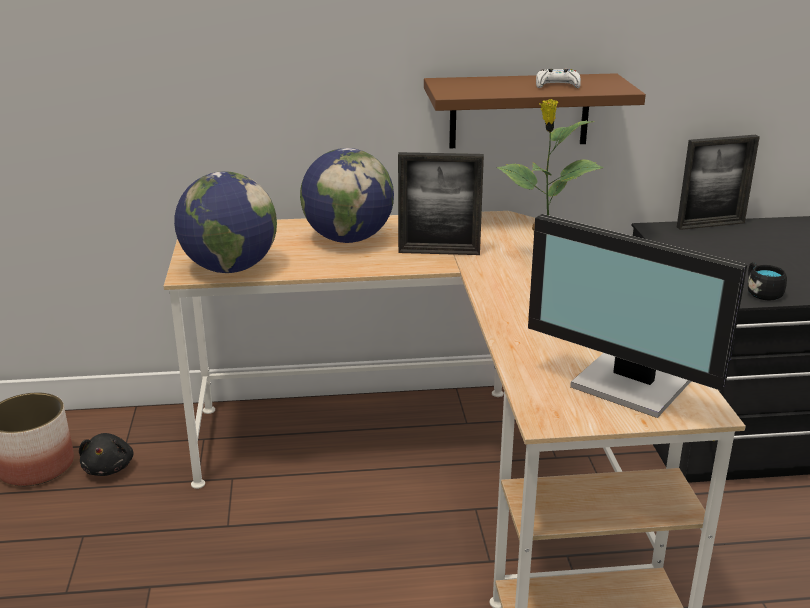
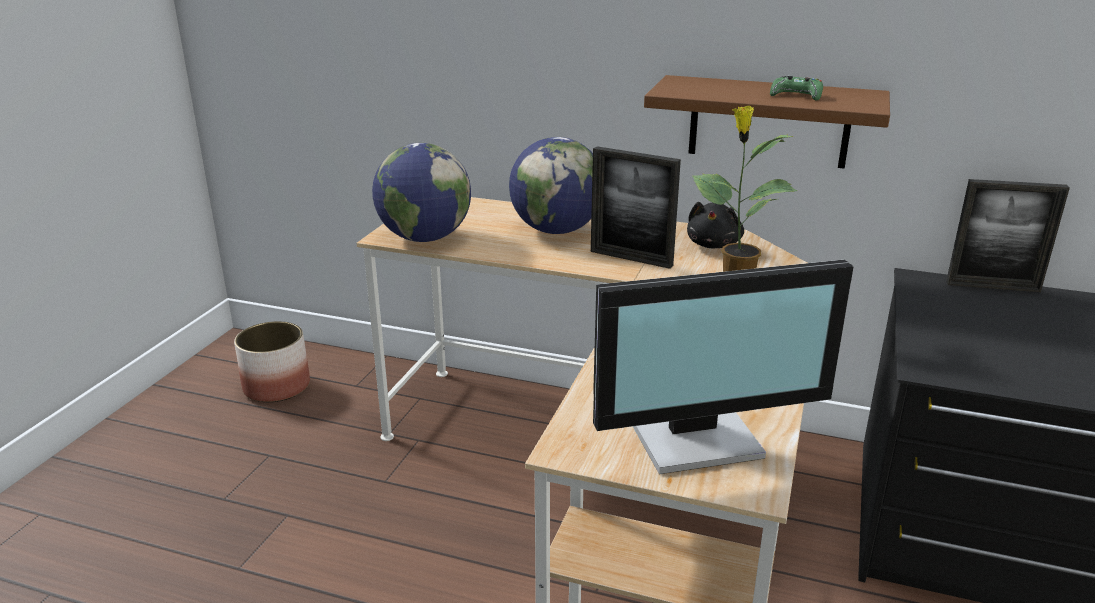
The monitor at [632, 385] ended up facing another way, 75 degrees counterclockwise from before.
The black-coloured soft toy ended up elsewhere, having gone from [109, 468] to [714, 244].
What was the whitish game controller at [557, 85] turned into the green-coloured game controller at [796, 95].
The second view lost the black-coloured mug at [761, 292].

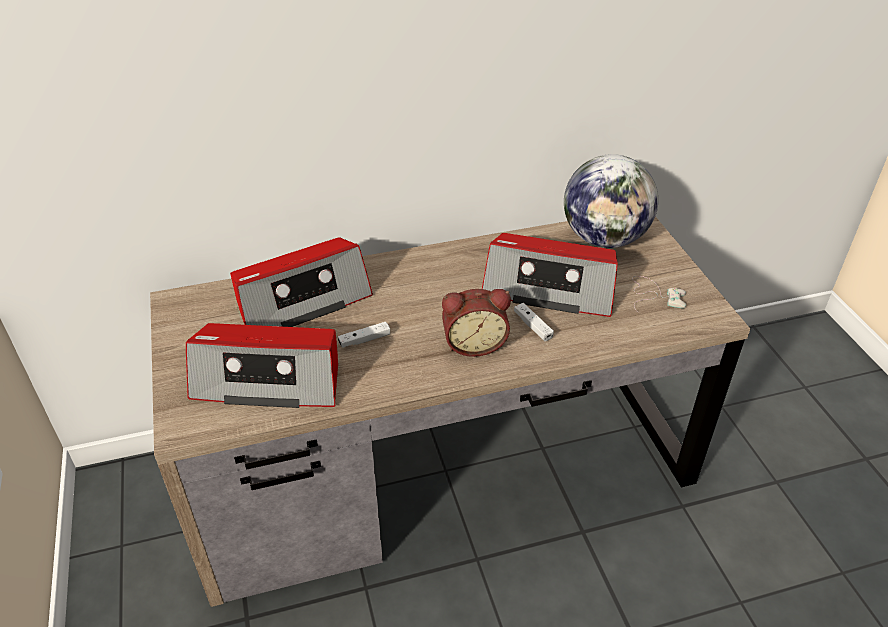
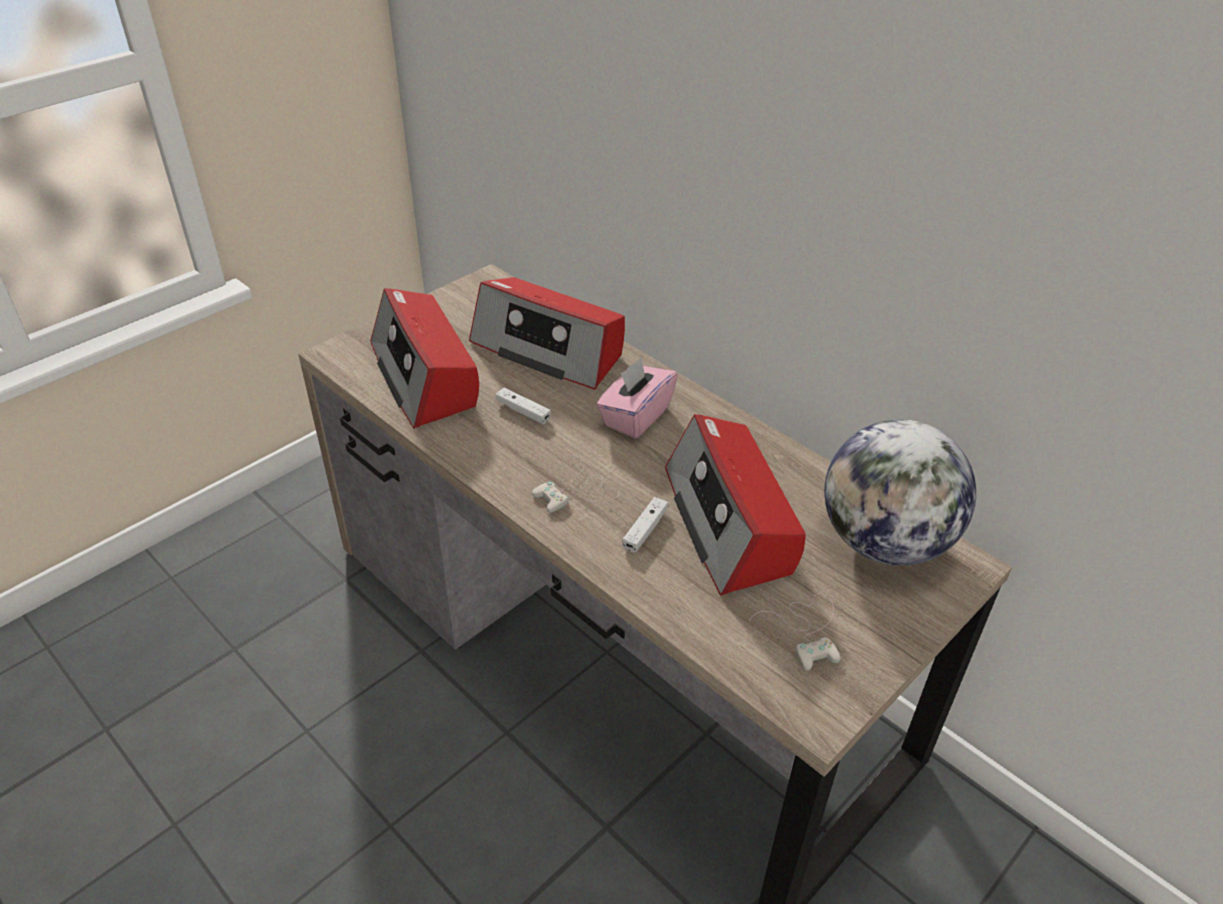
Where the bedside clock stood at [474, 343], the whitish game controller came to stand at [577, 491].
The second view gained the pink box of tissues at [635, 416].

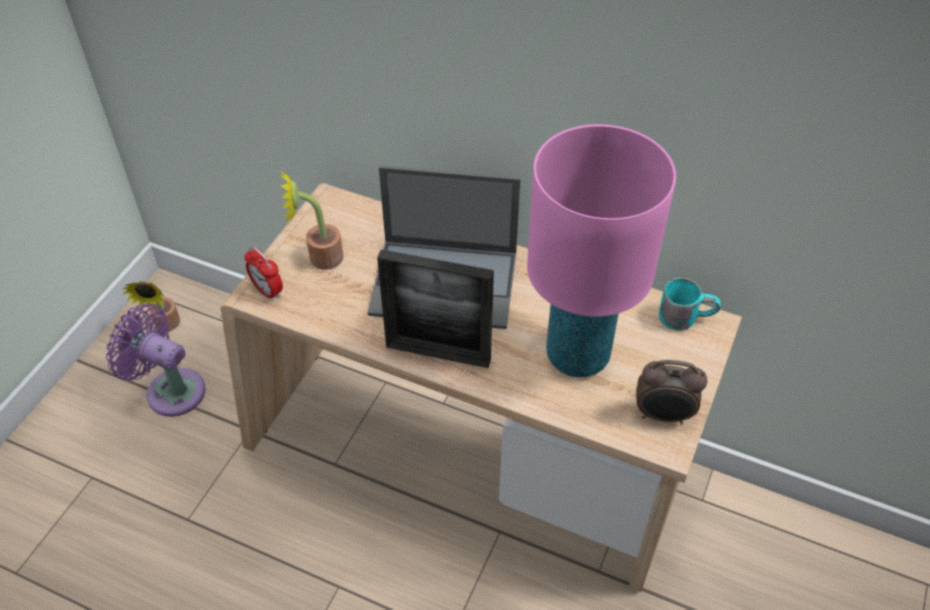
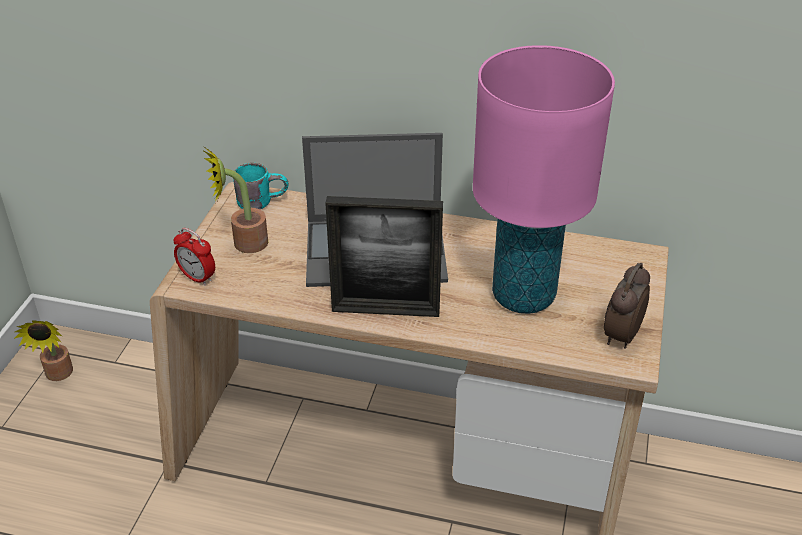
The turquoise mug ended up elsewhere, having gone from [684, 316] to [261, 200].
The bedside clock at [663, 415] ended up facing another way, 120 degrees clockwise from before.
The second view lost the purple cooling fan at [170, 389].

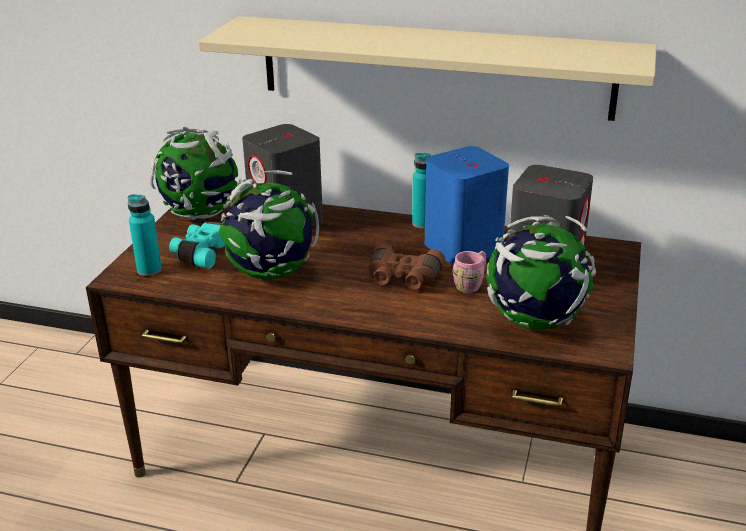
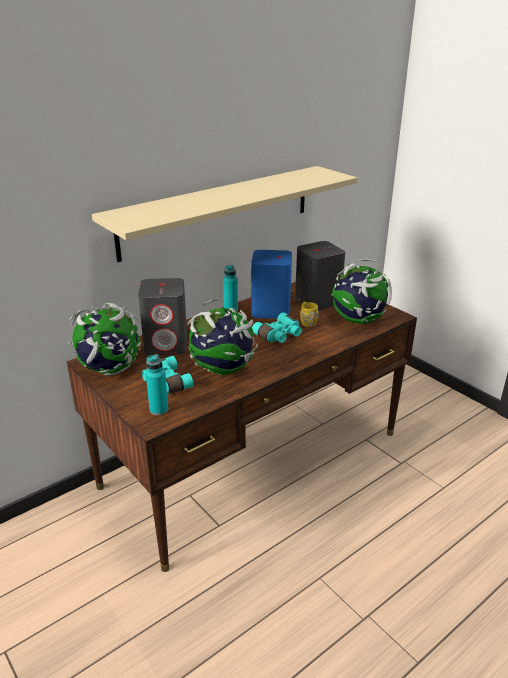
What was the brownish binoculars at [403, 278] turned into the turquoise binoculars at [279, 335].
What was the pink mug at [471, 284] turned into the yellowish mug at [307, 321].

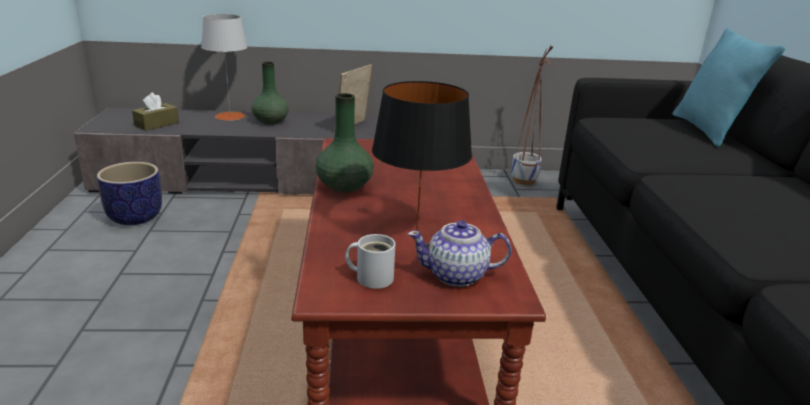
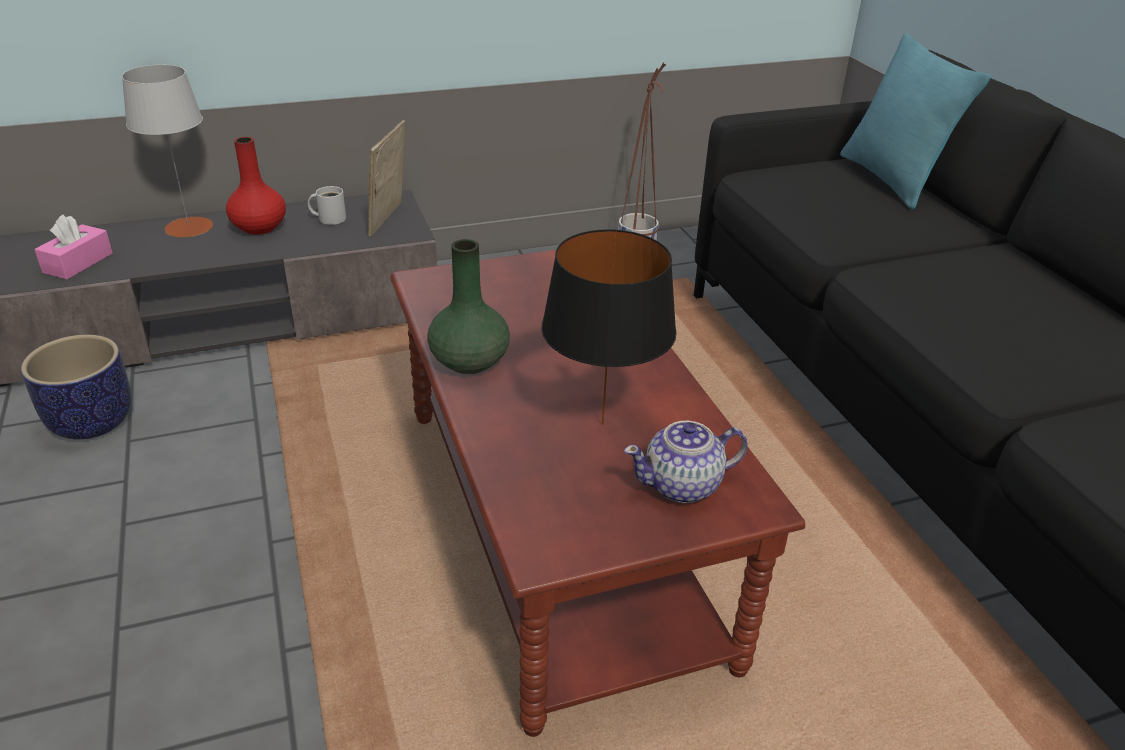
What was the brownish box of tissues at [157, 124] turned into the pink box of tissues at [78, 263].
What was the green-coloured decorative vase at [271, 121] turned into the red-coloured decorative vase at [260, 227].
The whitish mug ended up elsewhere, having gone from [372, 277] to [330, 218].

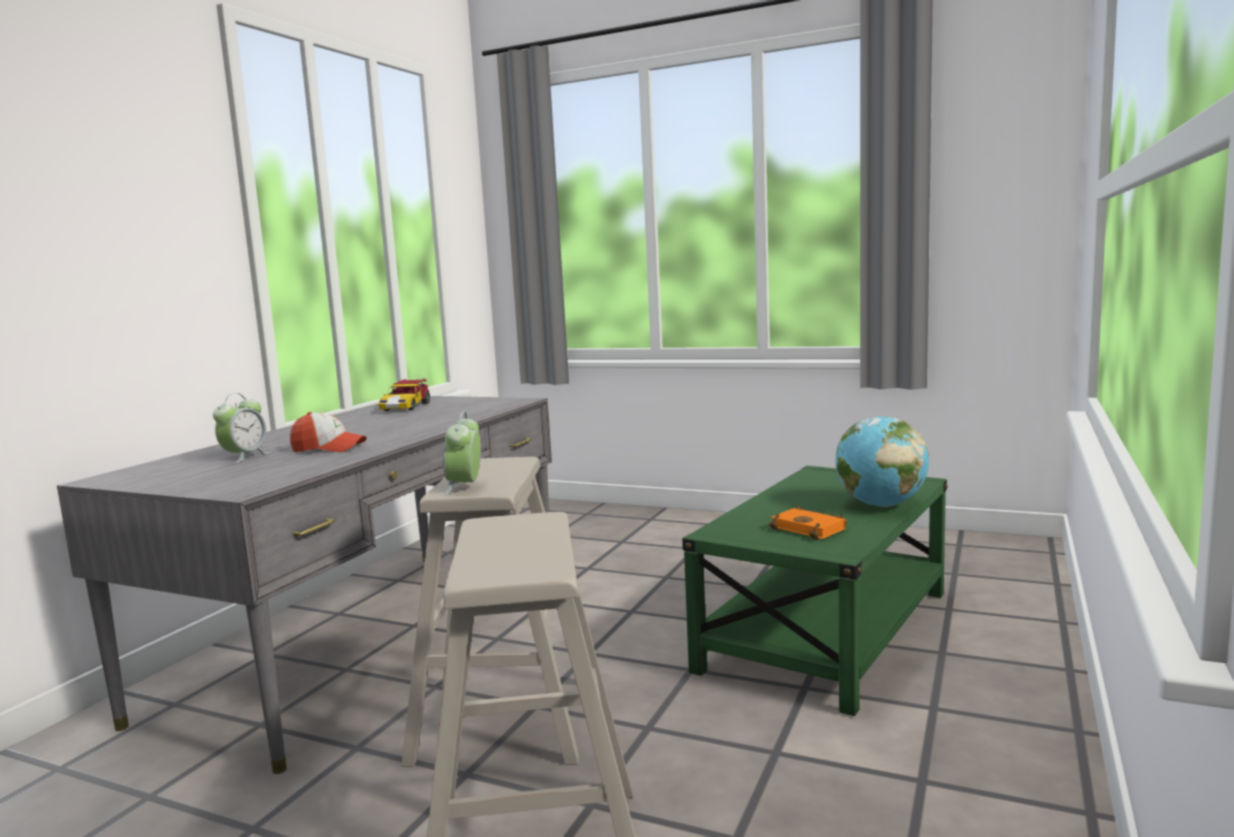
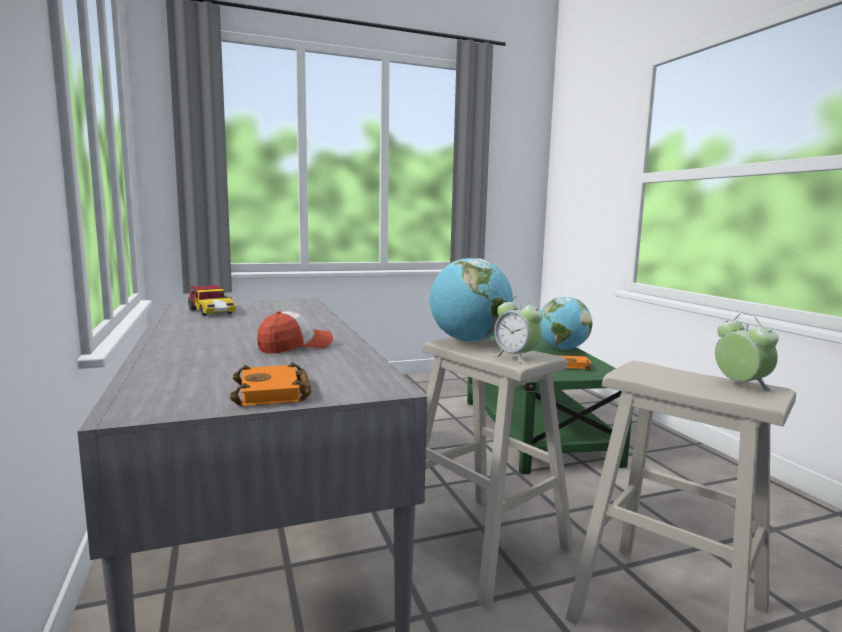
The second view gained the orangey bound book at [274, 393].
The second view gained the globe at [469, 341].
The bedside clock ended up elsewhere, having gone from [244, 457] to [741, 385].

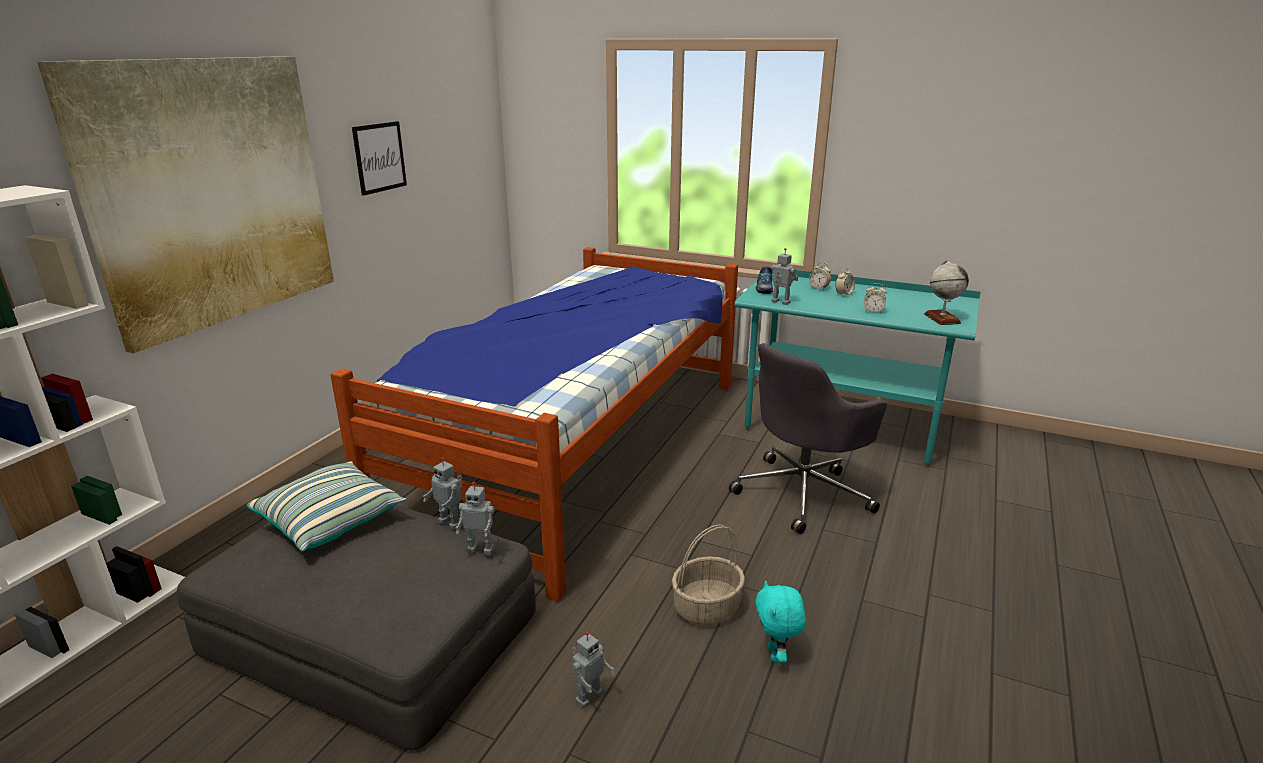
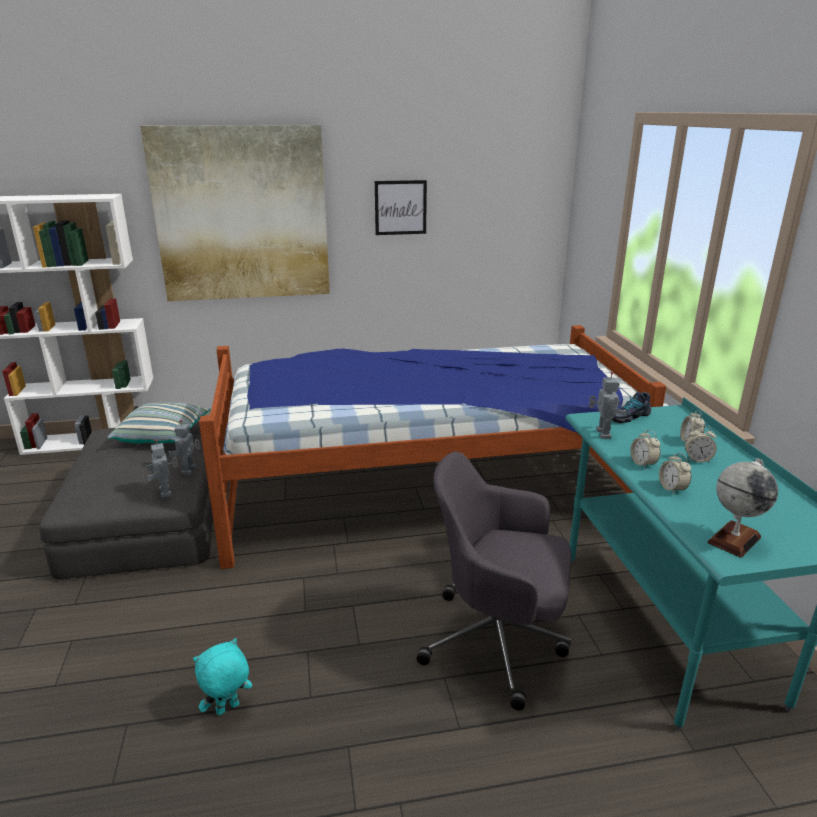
The second view gained the bedside clock at [643, 463].
The second view lost the robot figure at [588, 696].
The second view lost the basket at [706, 607].

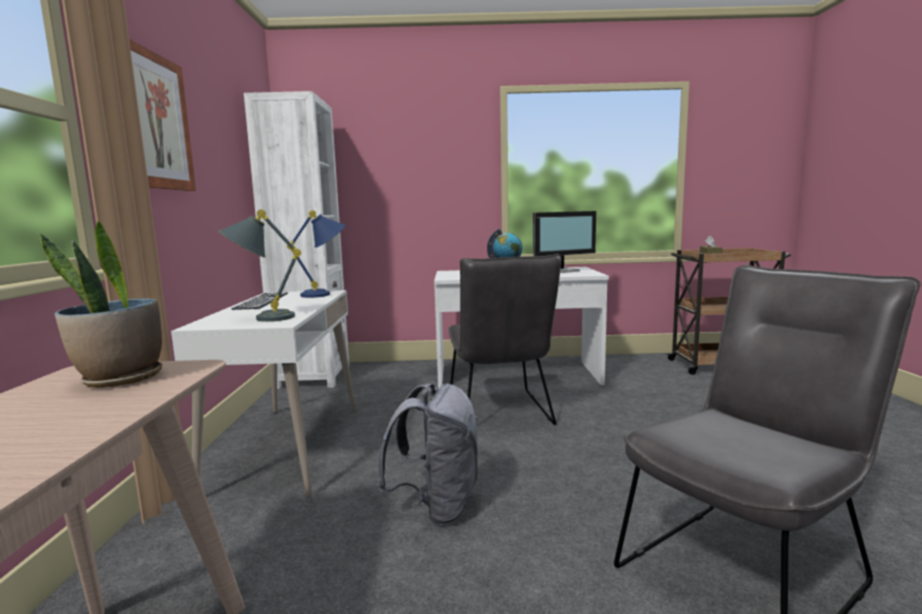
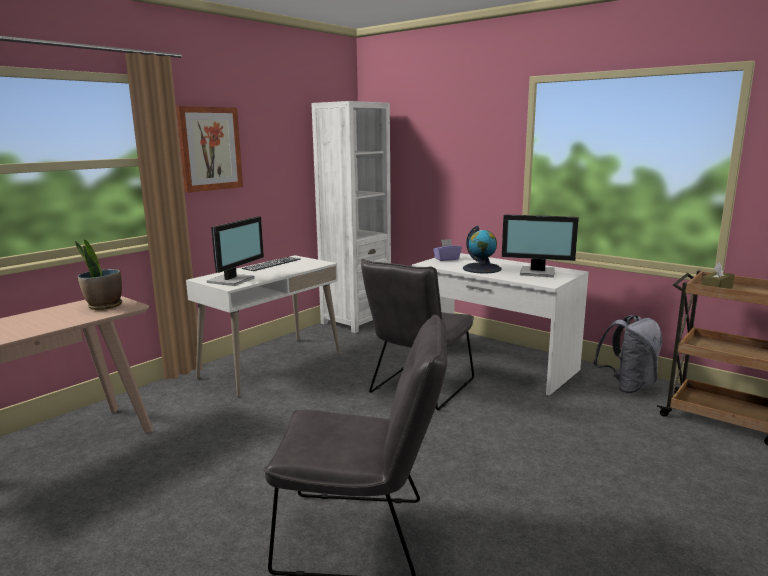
Where the greyish lamp for a table stood at [260, 319], the monitor came to stand at [233, 280].
The second view gained the purple box of tissues at [446, 259].
The greyish backpack ended up elsewhere, having gone from [437, 506] to [627, 386].
The second view lost the blue-coloured lamp for a table at [326, 294].

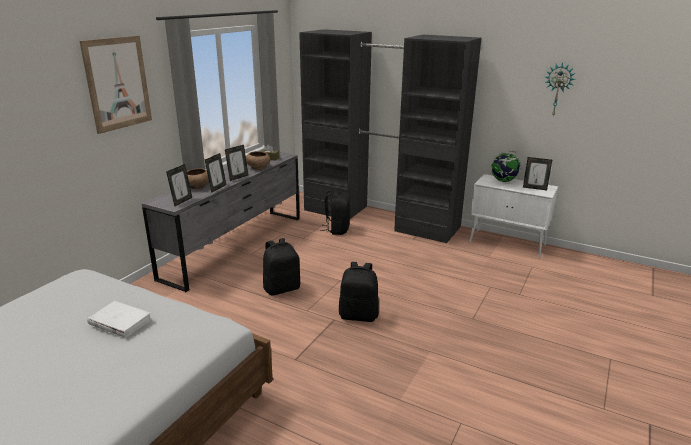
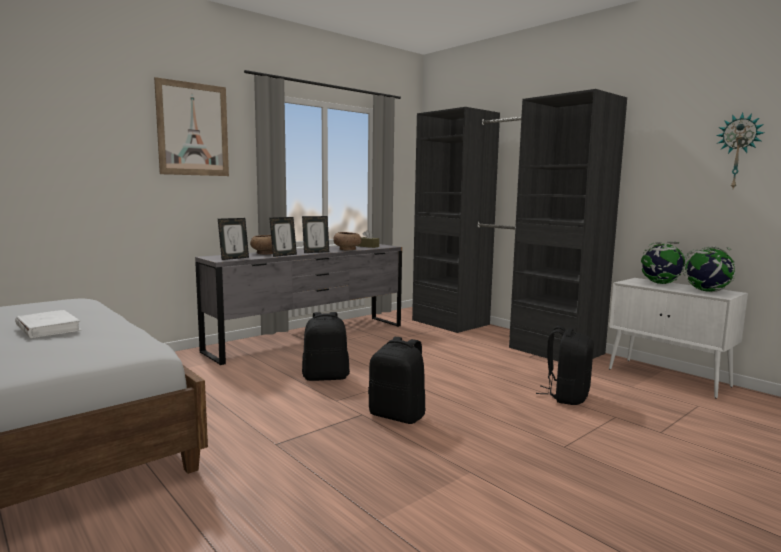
The black-coloured backpack ended up elsewhere, having gone from [337, 229] to [566, 396].
Where the photo frame stood at [534, 188], the globe came to stand at [706, 291].

